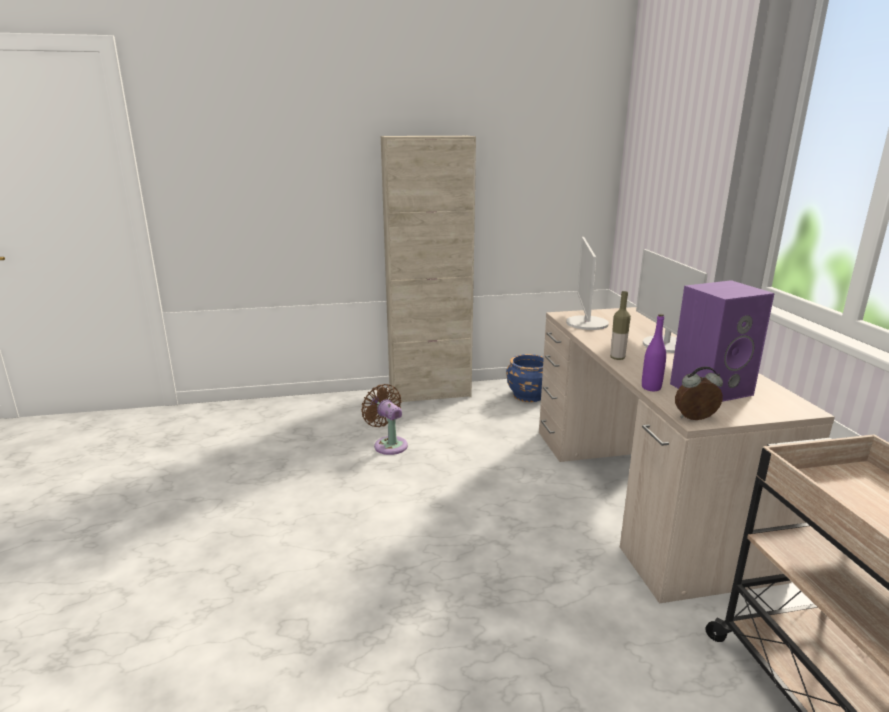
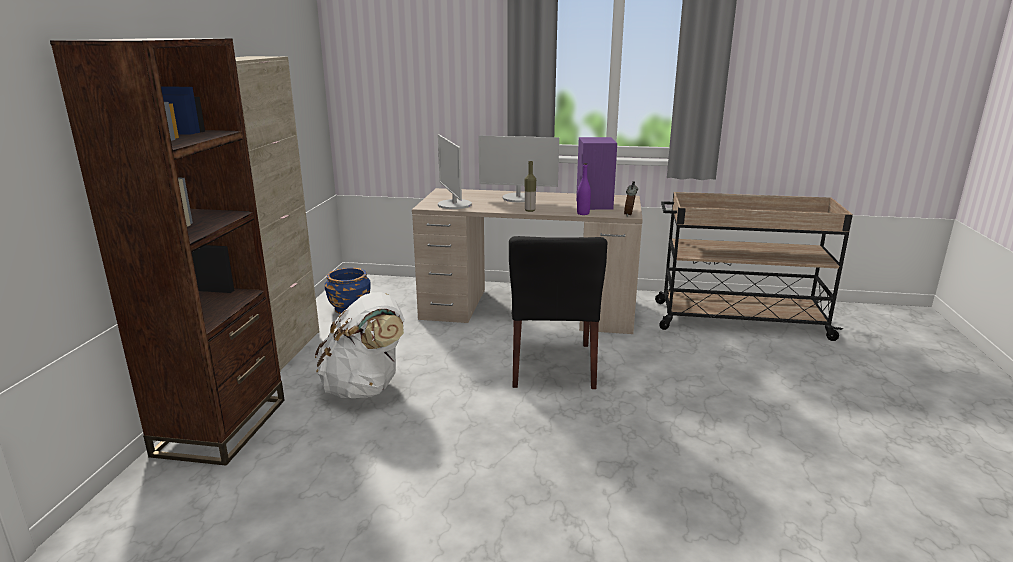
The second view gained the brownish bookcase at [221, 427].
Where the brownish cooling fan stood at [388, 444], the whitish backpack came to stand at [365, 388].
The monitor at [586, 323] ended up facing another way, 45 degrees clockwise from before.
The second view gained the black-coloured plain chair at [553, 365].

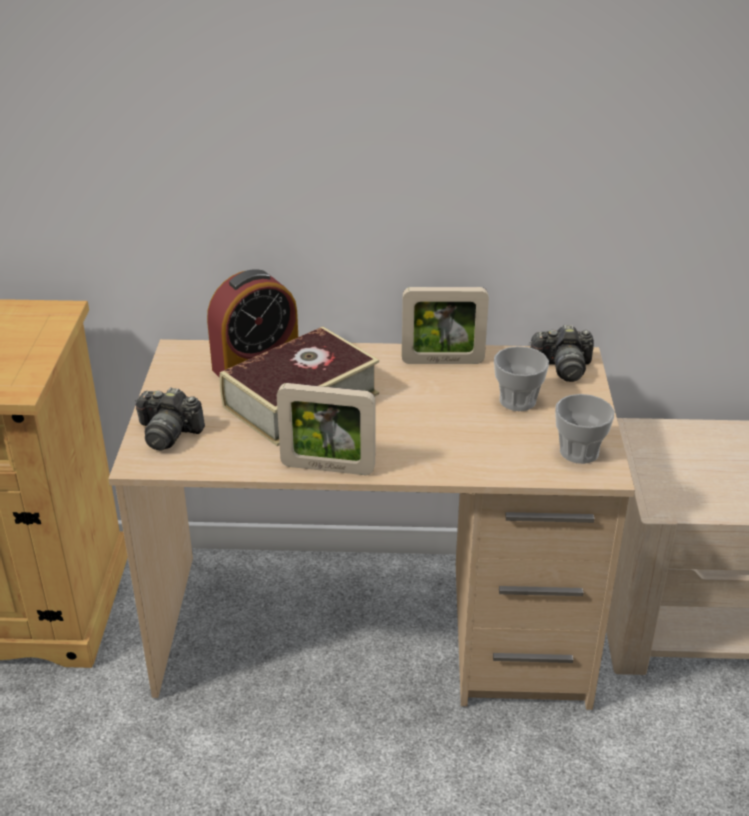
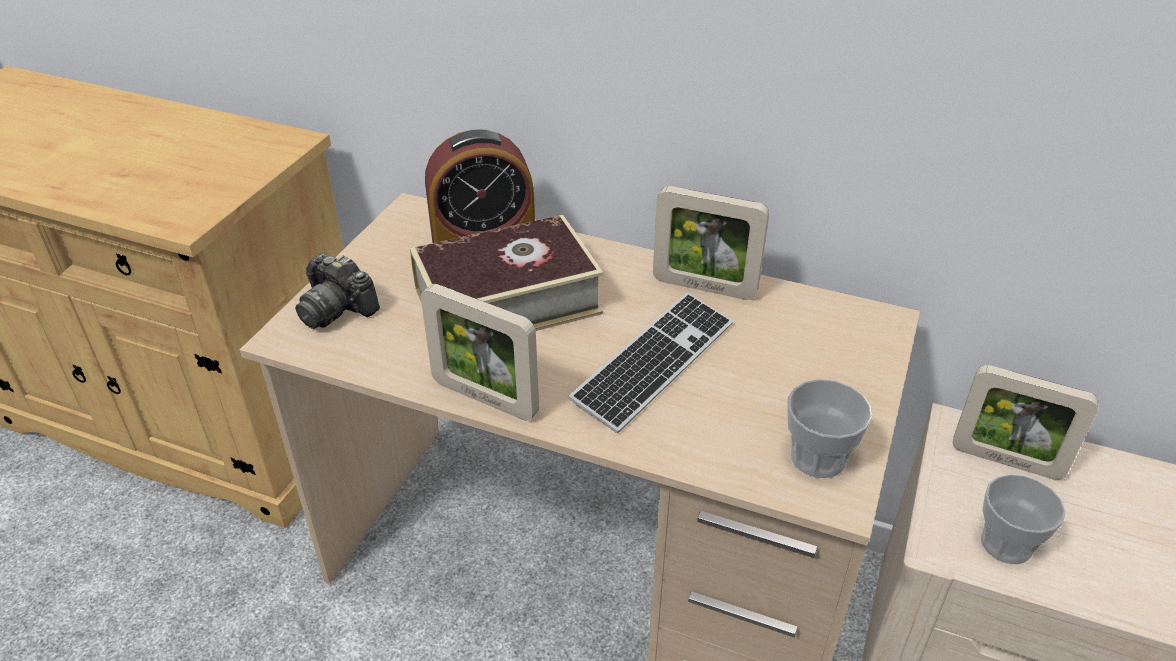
The second view gained the PC keyboard at [654, 363].
The second view gained the photo frame at [1006, 461].
The small cup ended up elsewhere, having gone from [517, 401] to [1006, 544].
The second view lost the still camera at [562, 368].

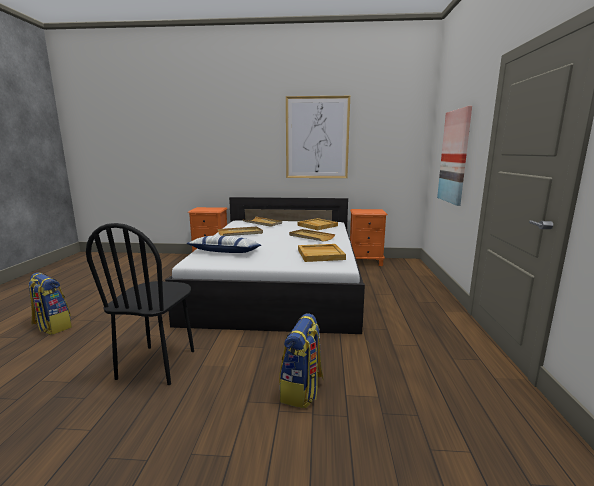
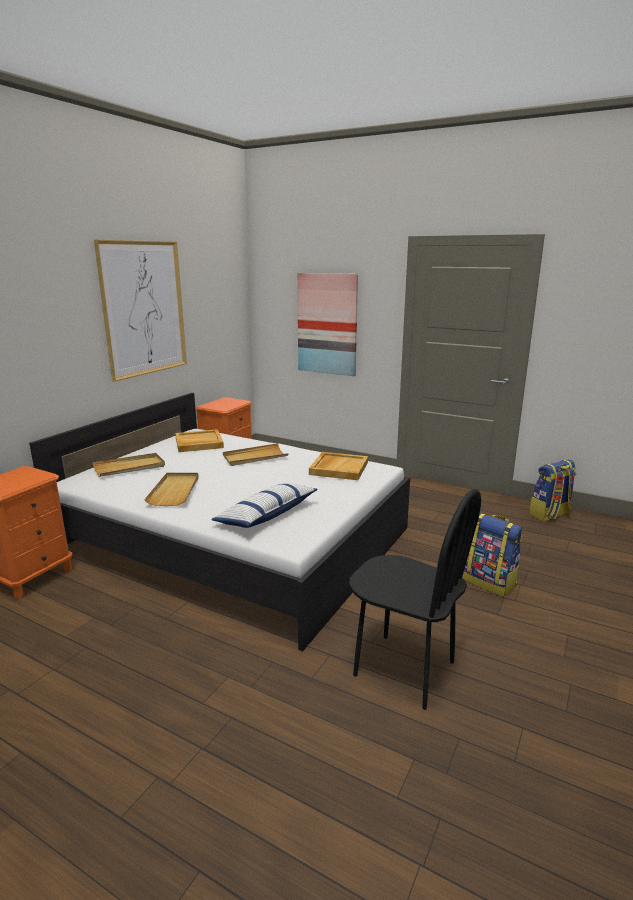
The backpack ended up elsewhere, having gone from [52, 327] to [550, 515].

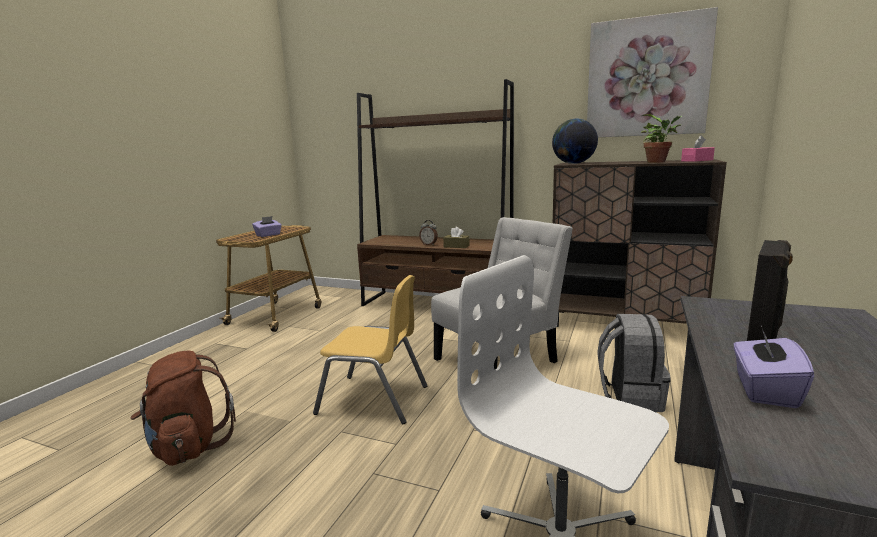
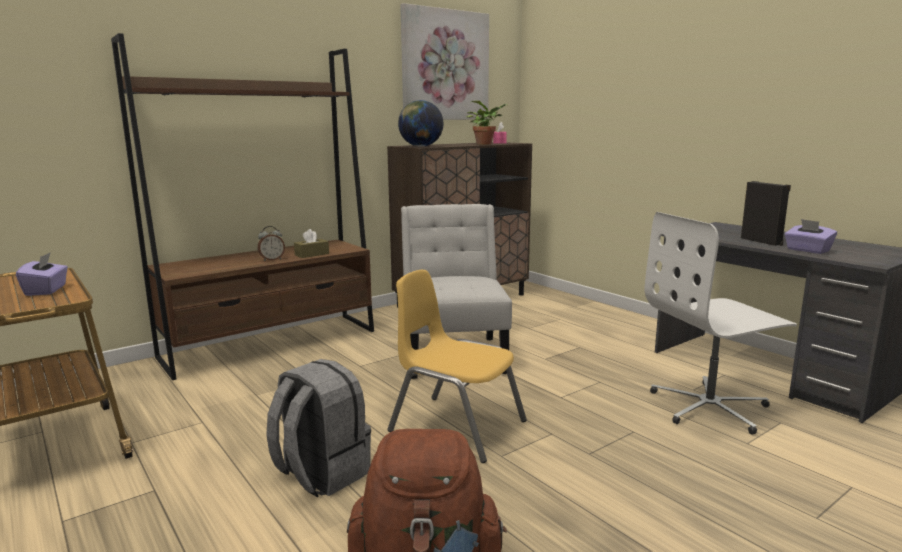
The greyish backpack ended up elsewhere, having gone from [629, 396] to [320, 474].
The yellowish plain chair at [374, 400] ended up facing another way, 105 degrees counterclockwise from before.

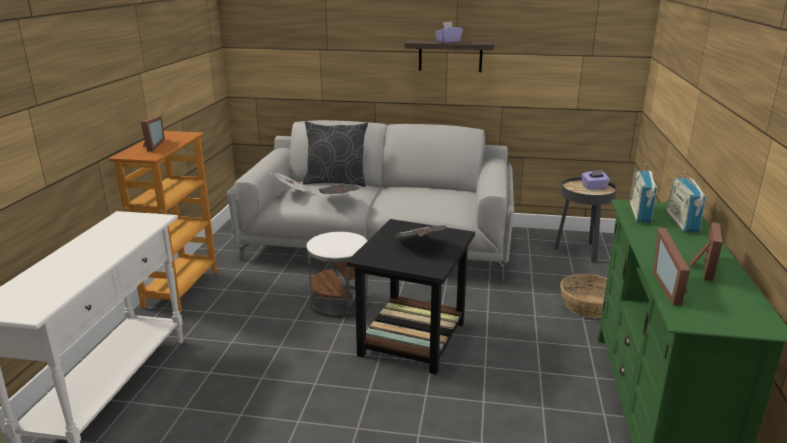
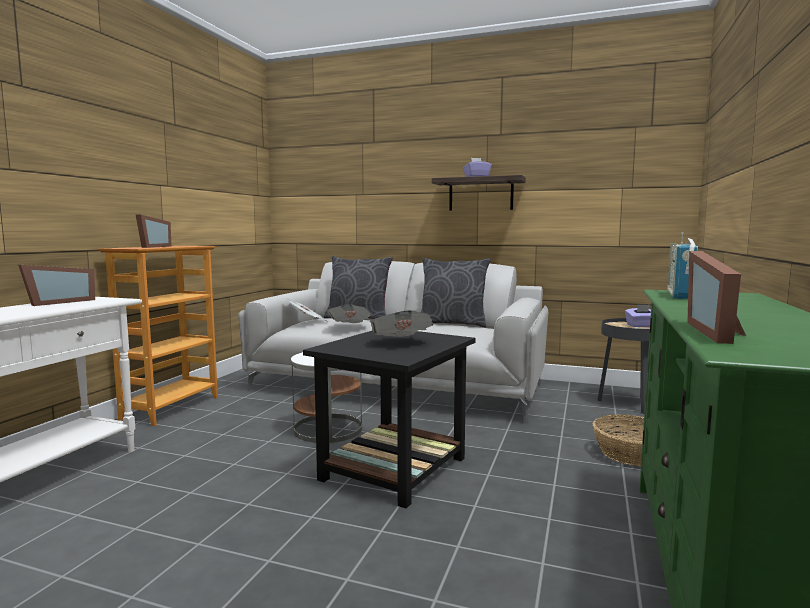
The photo frame ended up elsewhere, having gone from [701, 267] to [58, 302].
The second view gained the greyish pillow at [452, 323].
The second view lost the radio receiver at [681, 222].

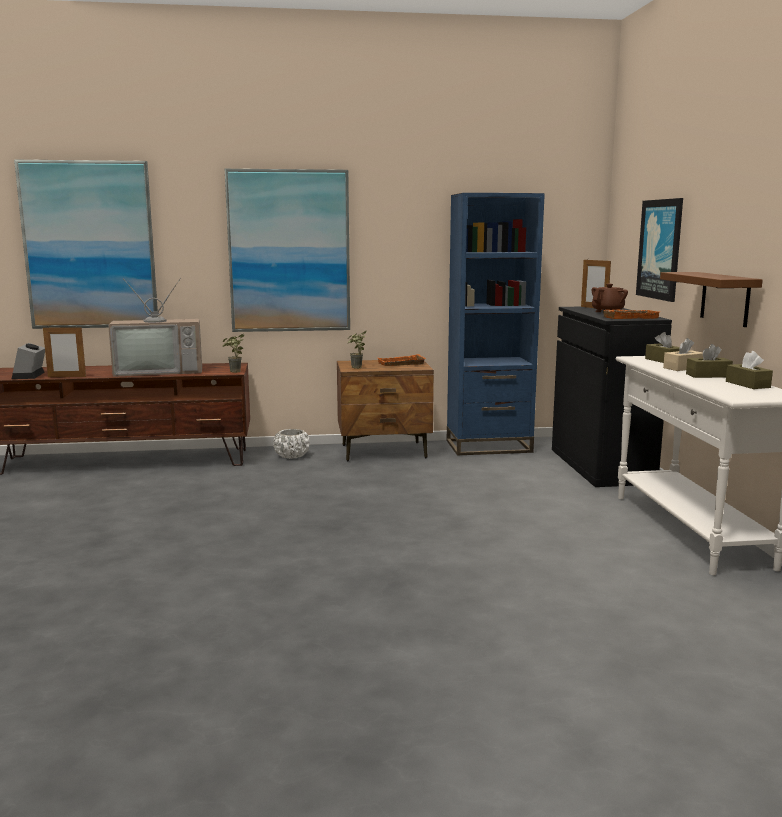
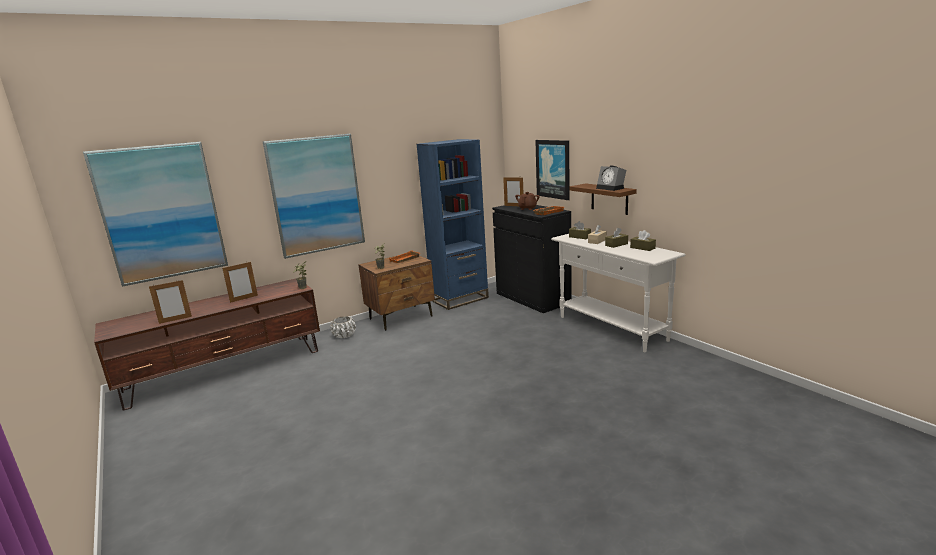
Where the TV stood at [159, 371], the photo frame came to stand at [244, 299].
The bedside clock ended up elsewhere, having gone from [30, 376] to [611, 188].

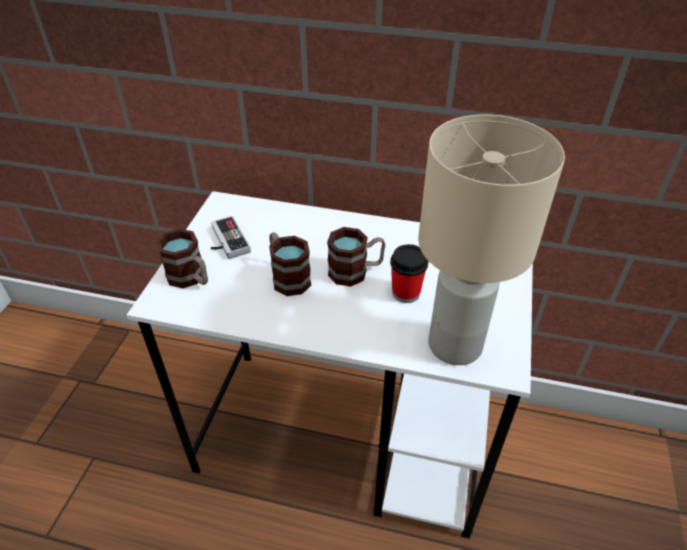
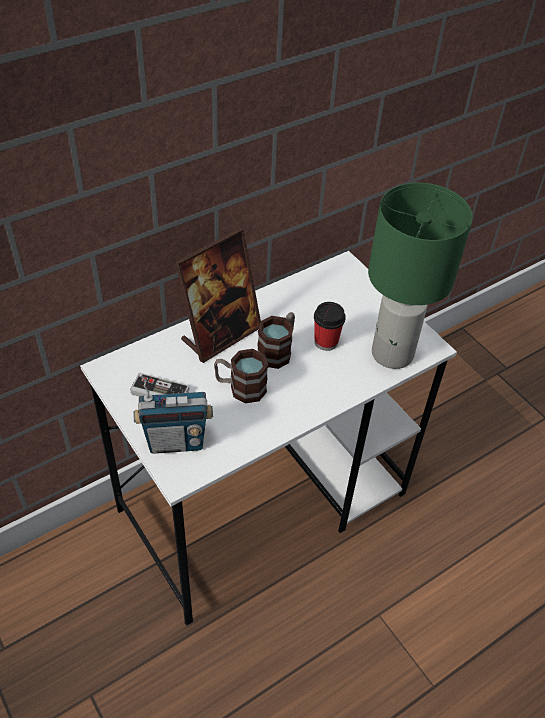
Where the mug stood at [191, 278], the radio receiver came to stand at [176, 442].
The second view gained the photo frame at [221, 335].
What was the beige lamp for a table at [454, 346] turned into the green-coloured lamp for a table at [393, 354].

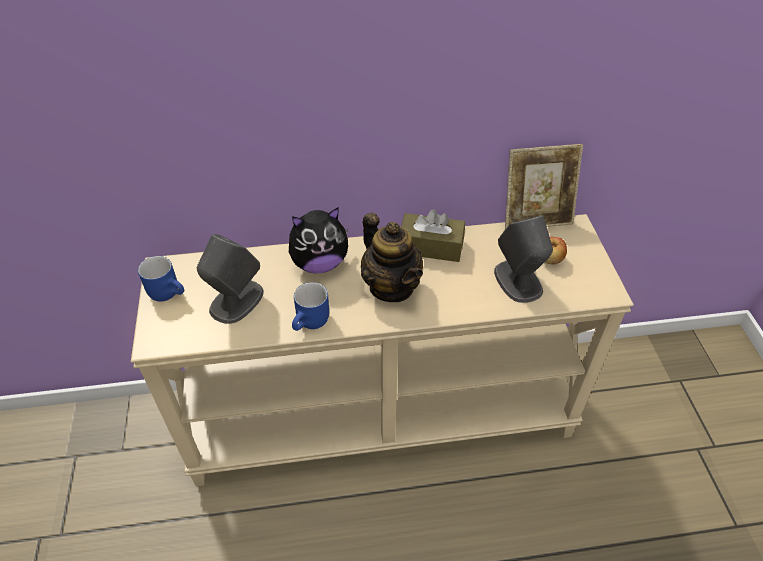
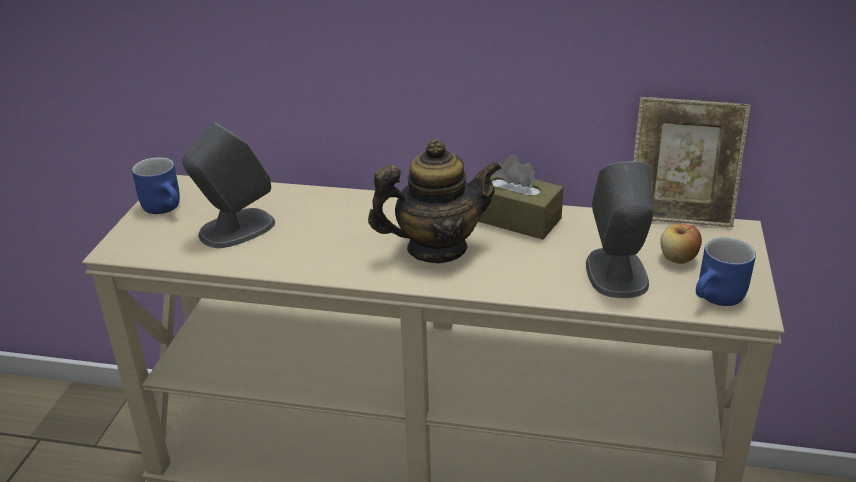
The tea pot at [391, 287] ended up facing another way, 90 degrees counterclockwise from before.
The blue-coloured mug ended up elsewhere, having gone from [312, 323] to [719, 299].
The second view lost the soft toy at [319, 263].

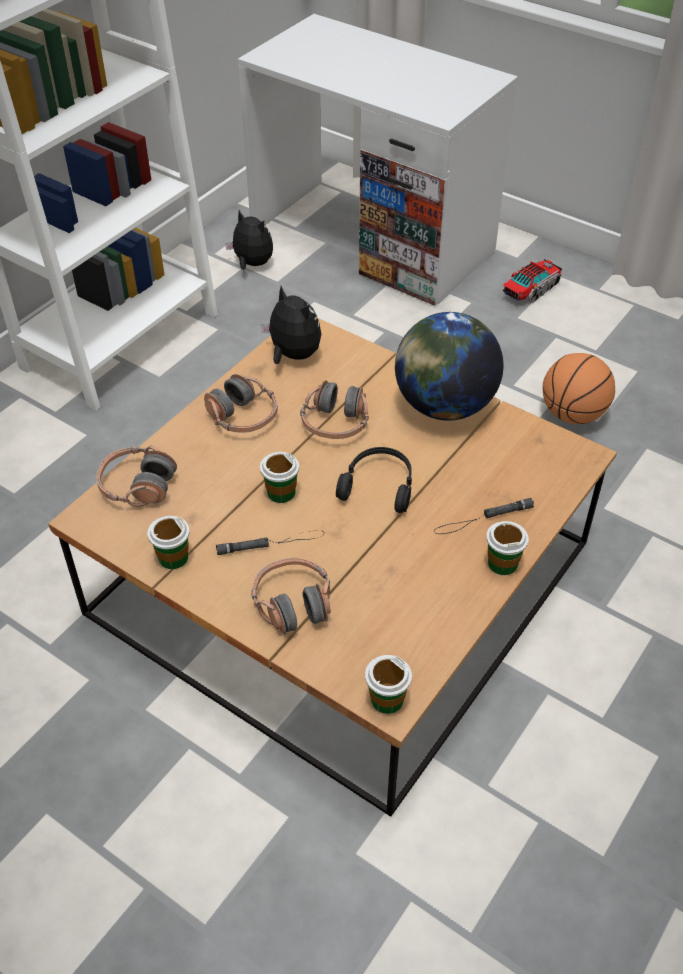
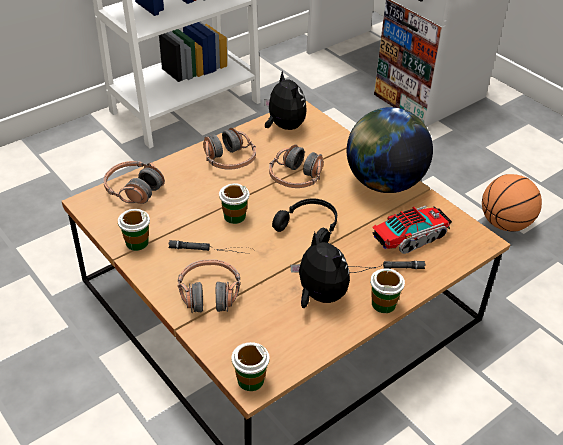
The soft toy ended up elsewhere, having gone from [252, 264] to [319, 296].
The toy lorry ended up elsewhere, having gone from [531, 289] to [410, 237].

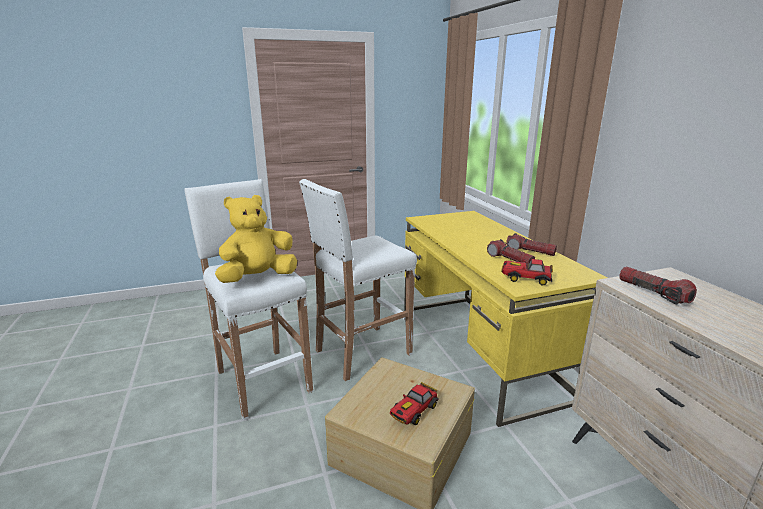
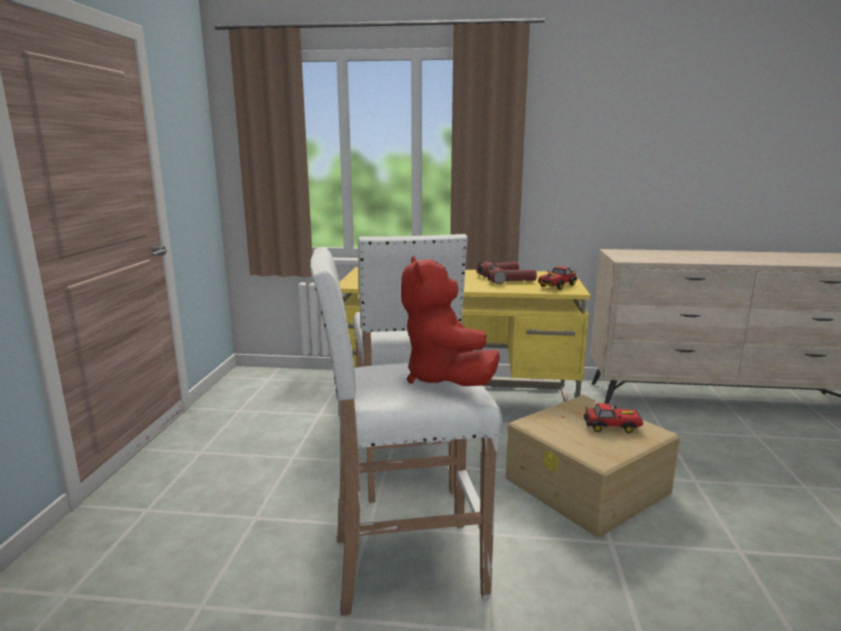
What was the yellowish soft toy at [258, 278] turned into the red-coloured soft toy at [445, 379].
The toy car at [413, 412] ended up facing another way, 60 degrees counterclockwise from before.
The second view lost the flashlight at [653, 293].

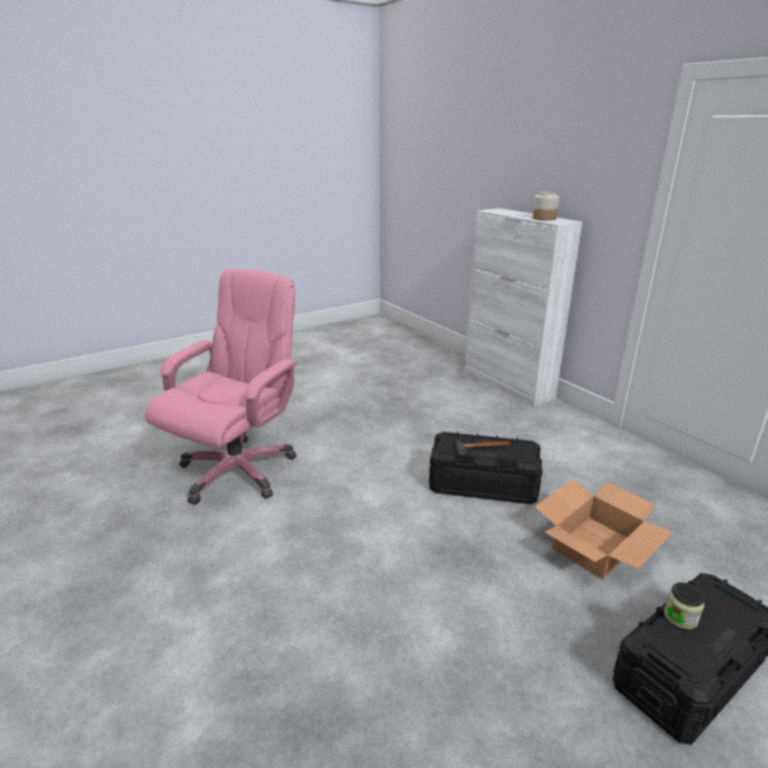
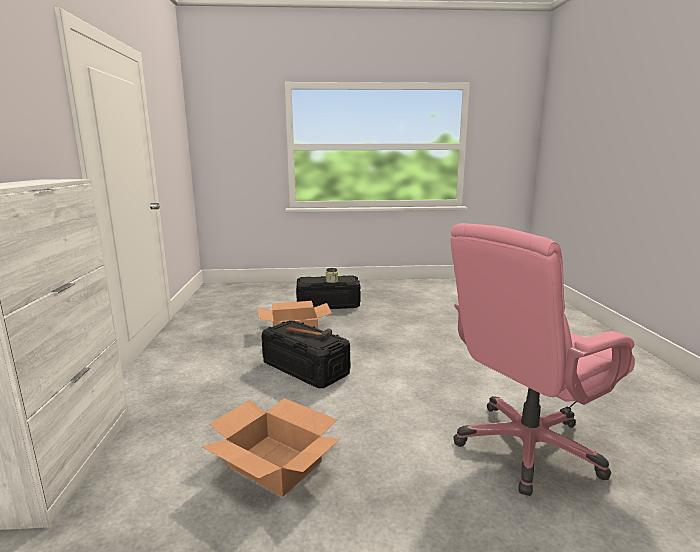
The second view gained the packing box at [274, 463].
The second view lost the jar at [544, 218].

